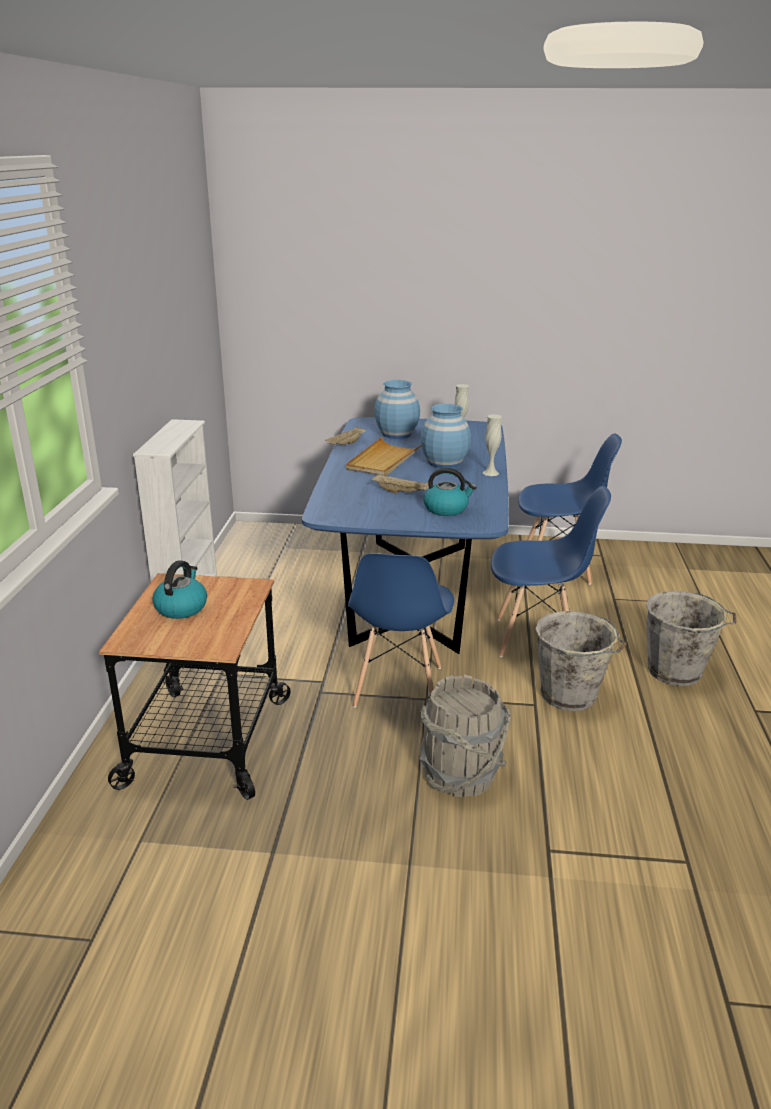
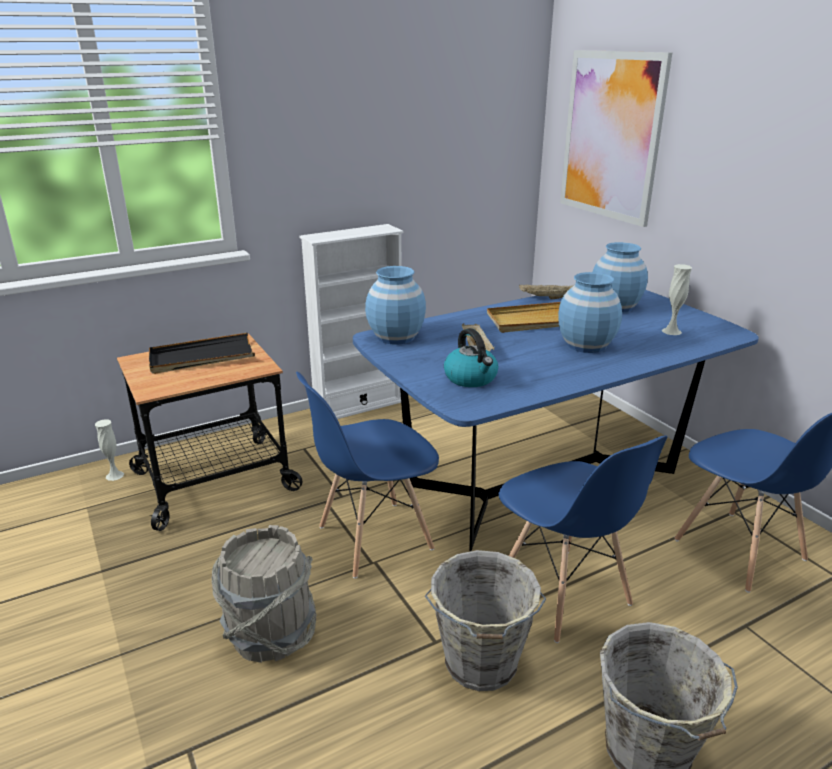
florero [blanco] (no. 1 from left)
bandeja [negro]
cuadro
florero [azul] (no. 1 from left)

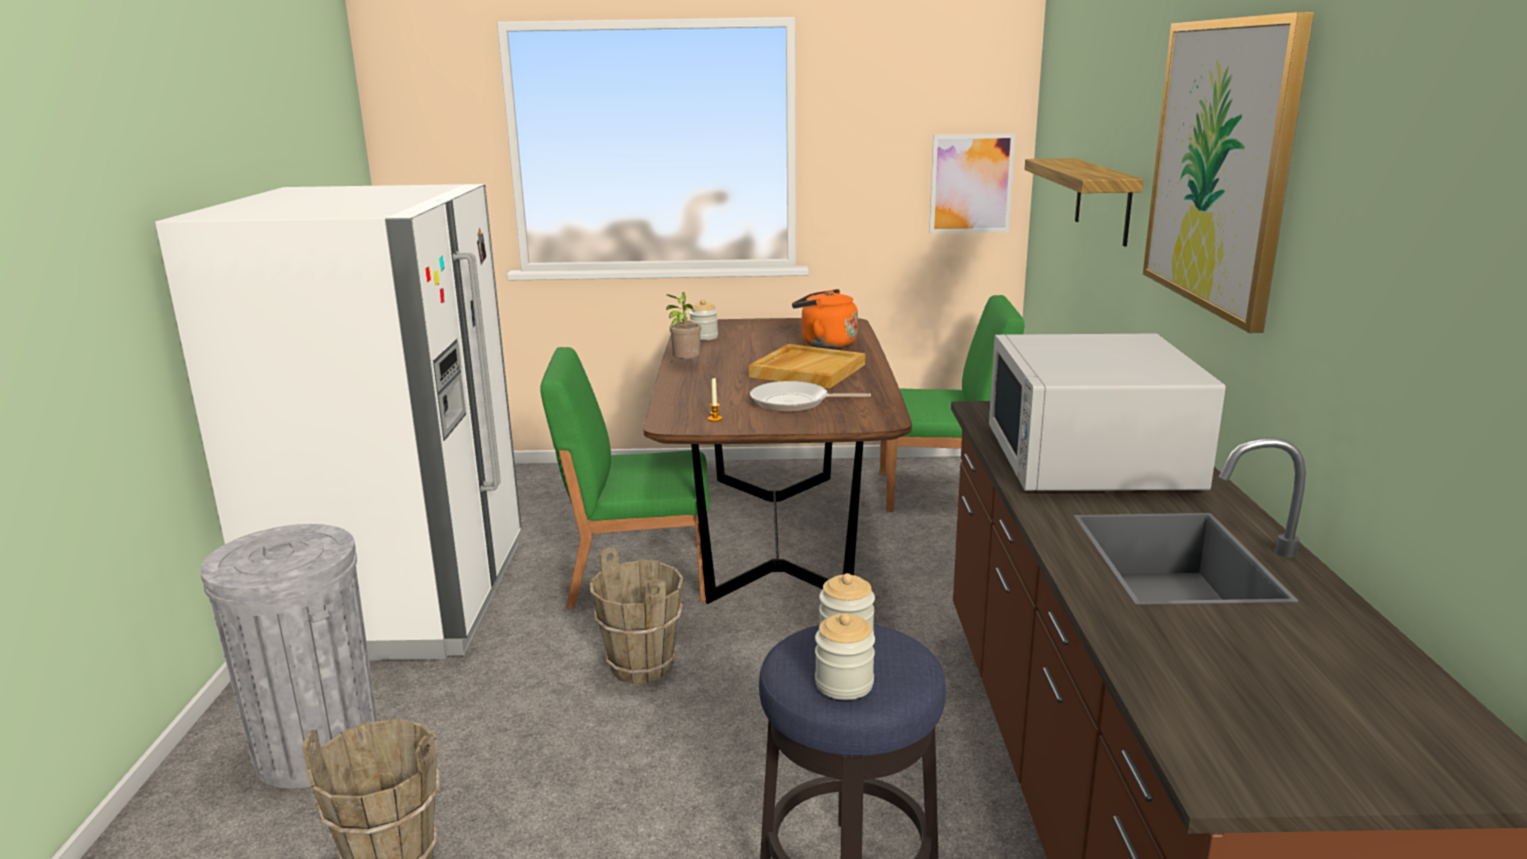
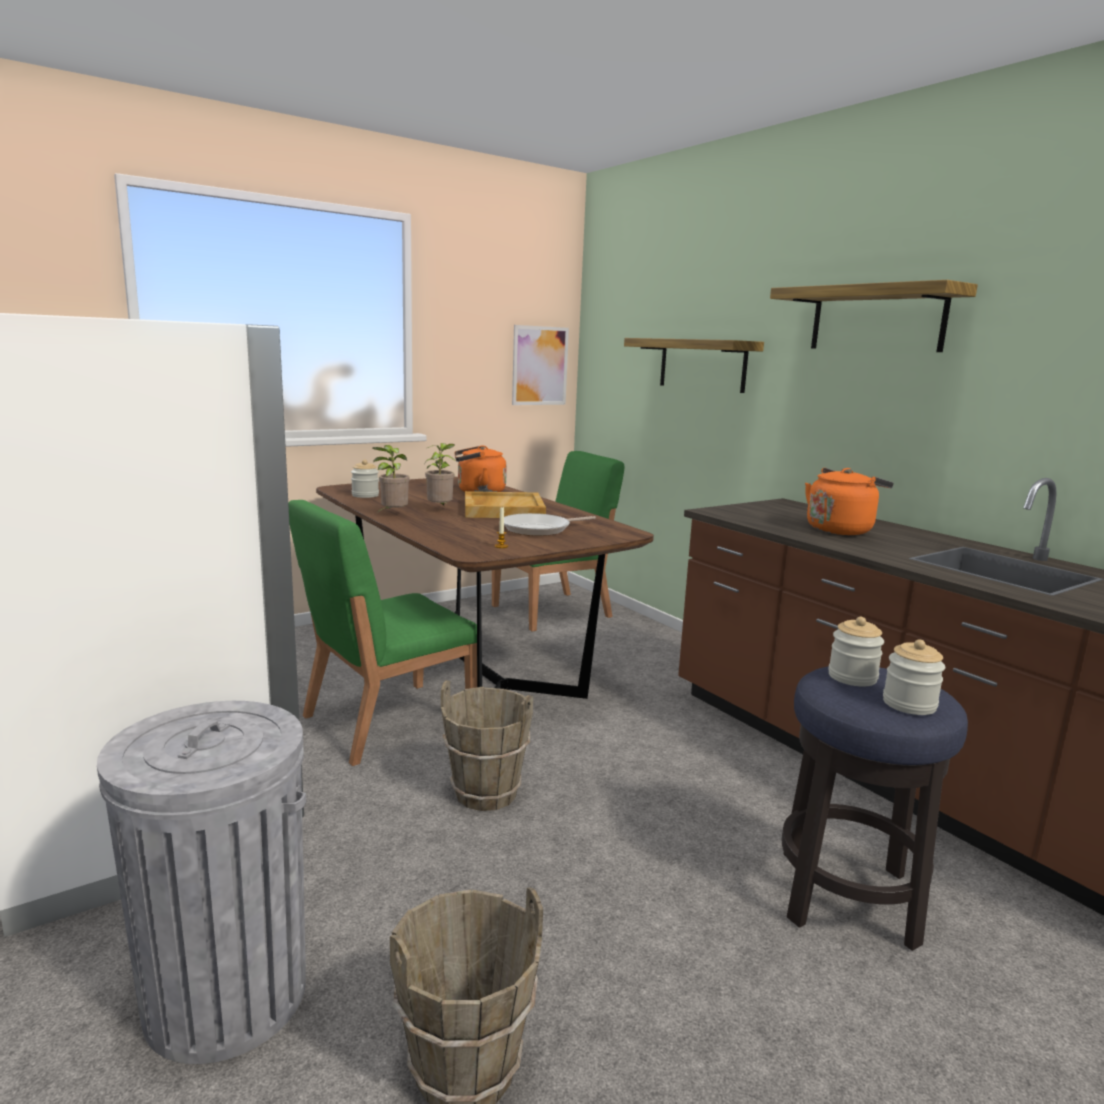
estante (no. 2 from left)
hervidor [naranja] (no. 2 from left)
planta en maceta (no. 2 from left)

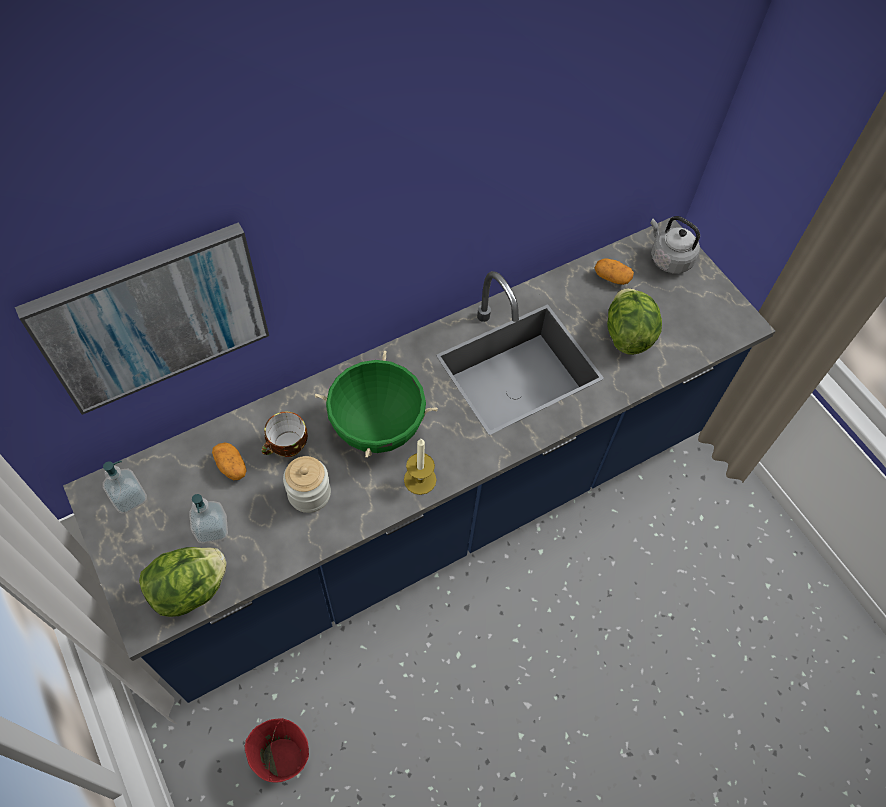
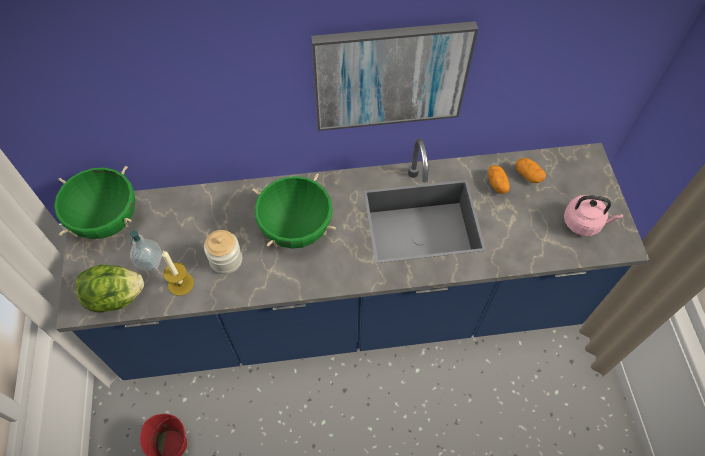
hervidor [gris]
cuadro
lechuga (no. 2 from left in the first image)
taza
vela
patata (no. 1 from left)
olla [verde] (no. 1 from left)
hervidor [rosa]

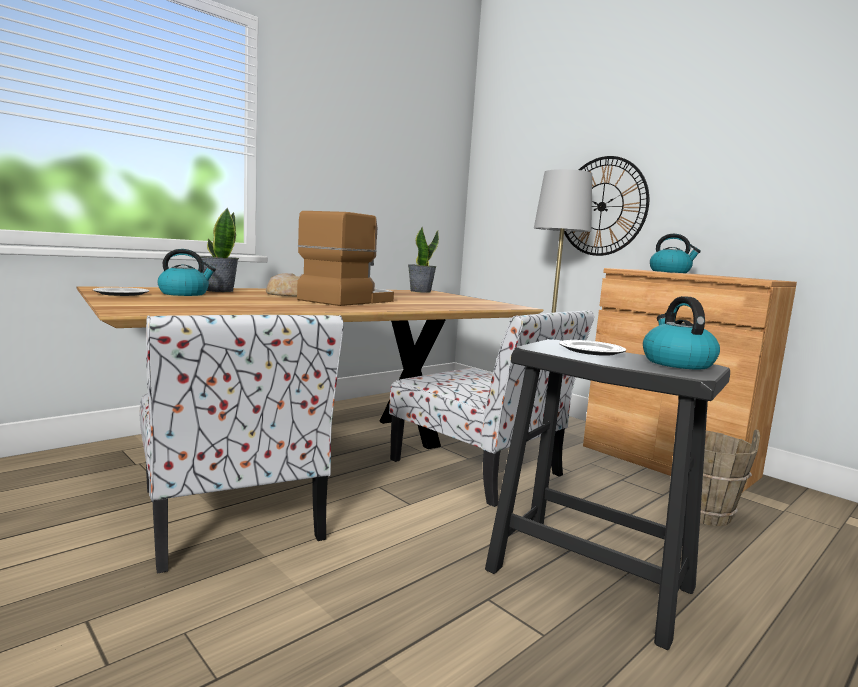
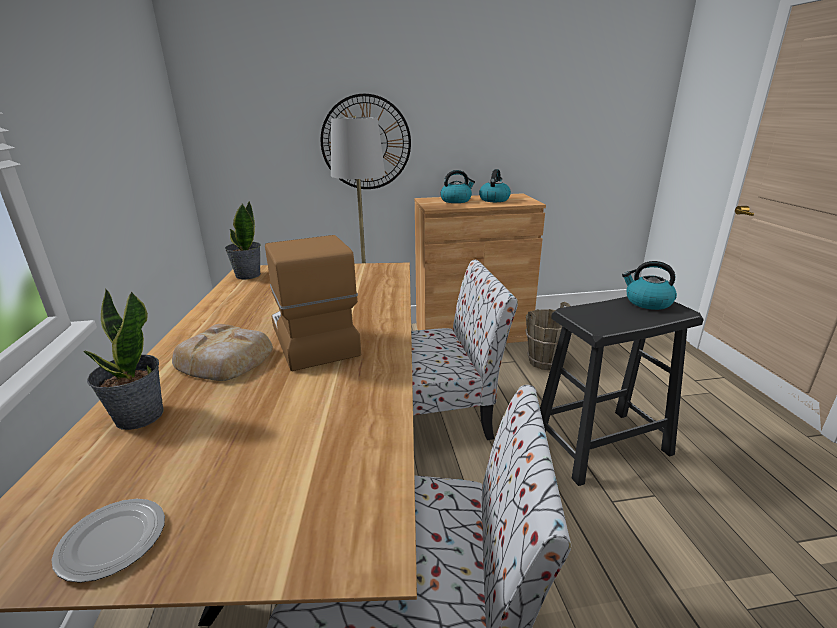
hervidor (no. 2 from left)
plato (no. 2 from left in the first image)

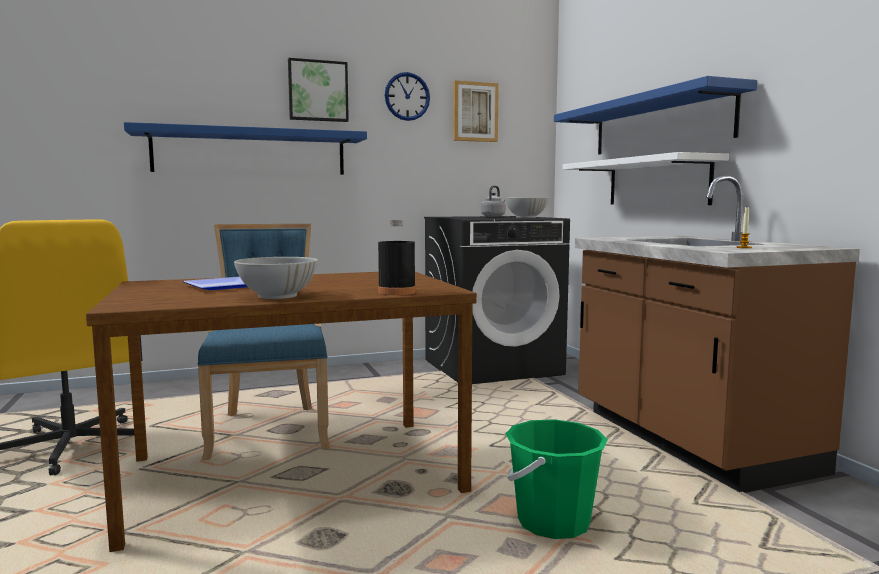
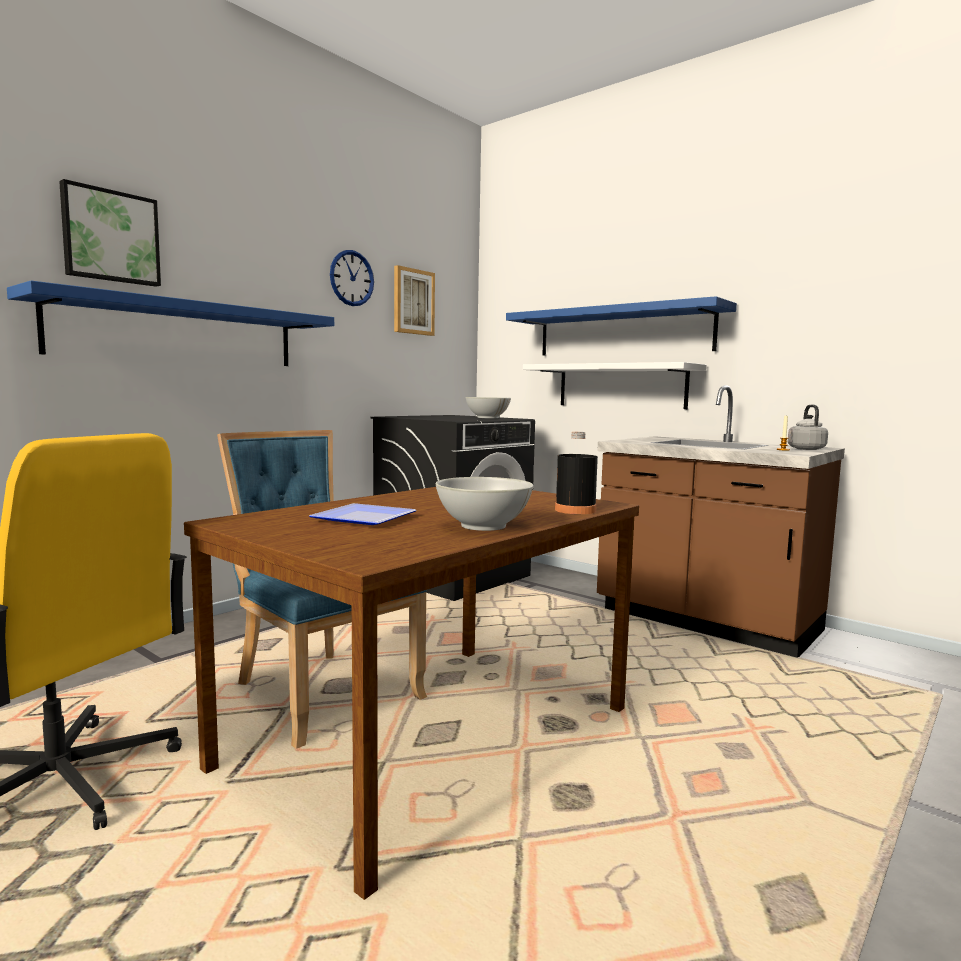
cuadro (no. 1 from left)
hervidor [gris]
cubo [verde]

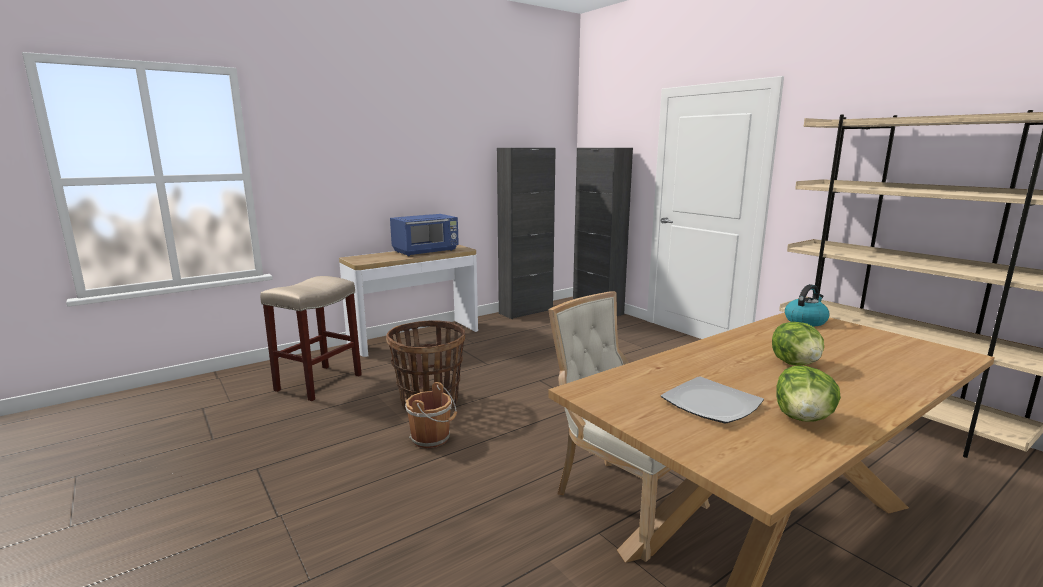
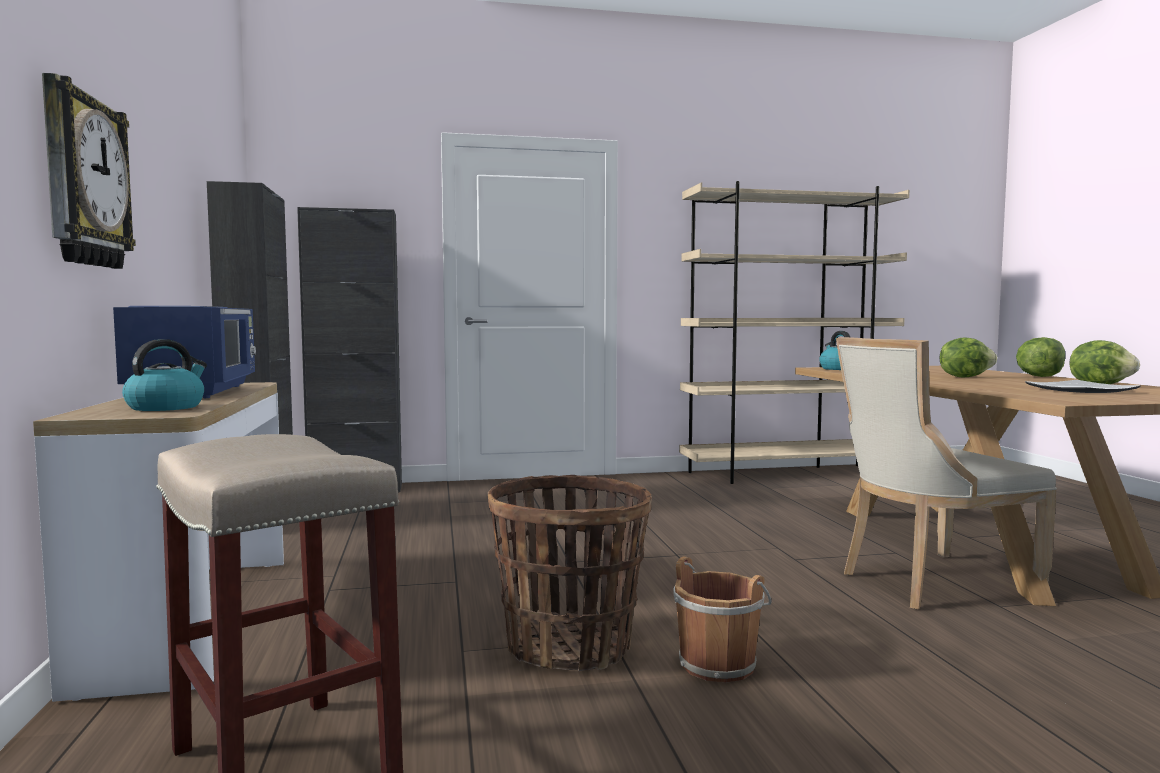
reloj de pared
lechuga (no. 2 from left)
hervidor (no. 1 from left)

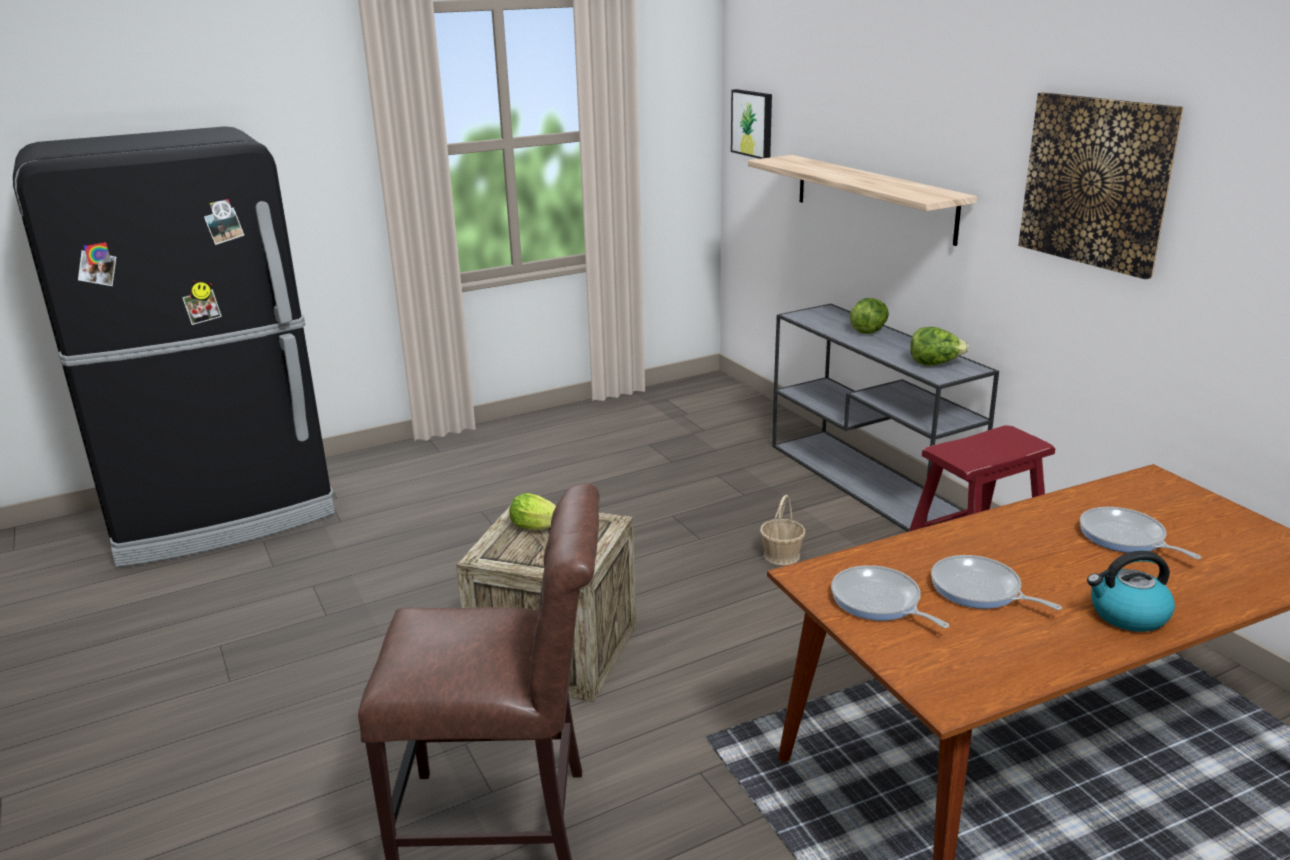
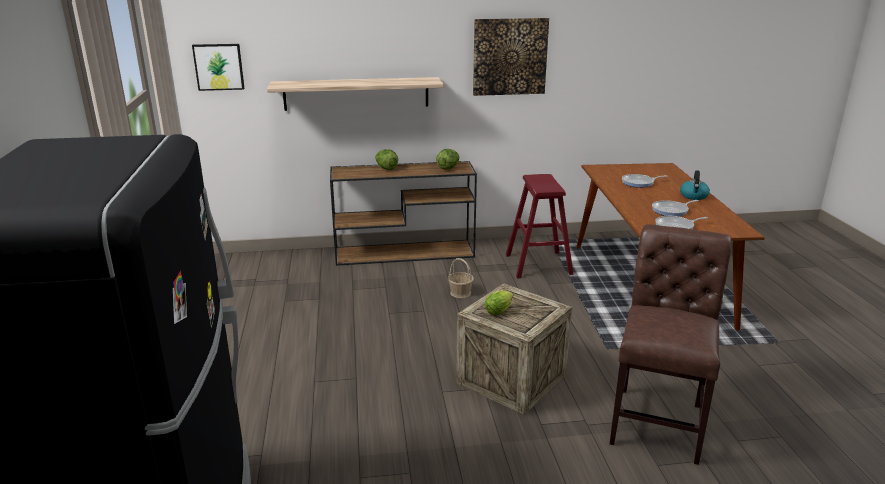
mesa consola [marrón]

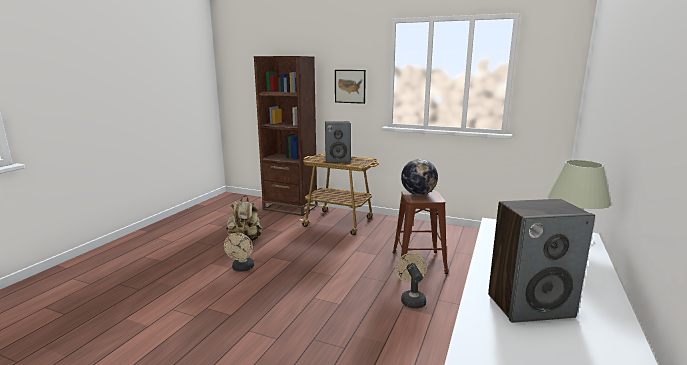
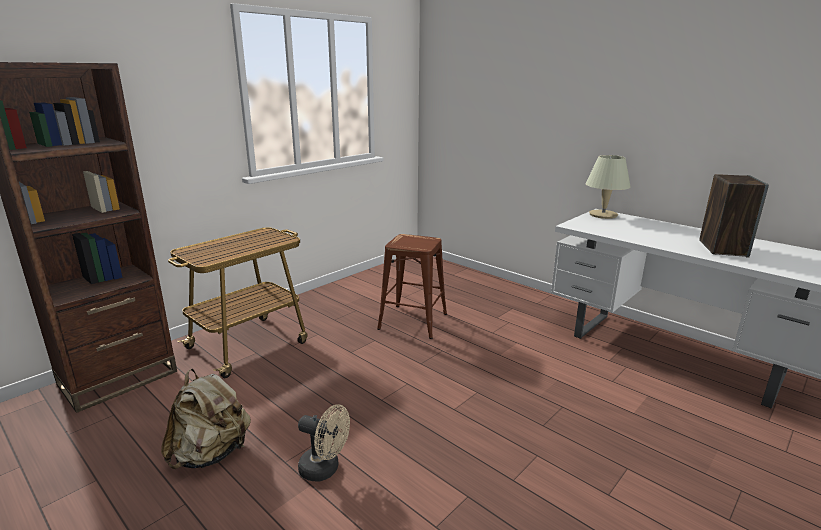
cuadro
altavoz (no. 1 from left in the first image)
globo terráqueo
ventilador [beis] (no. 2 from left in the first image)

